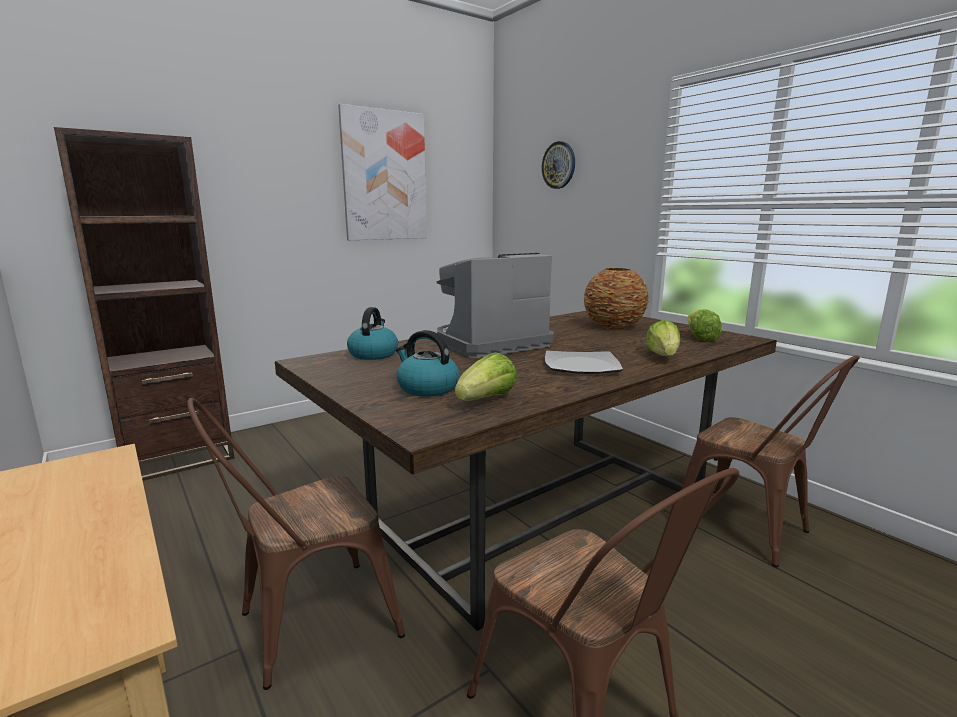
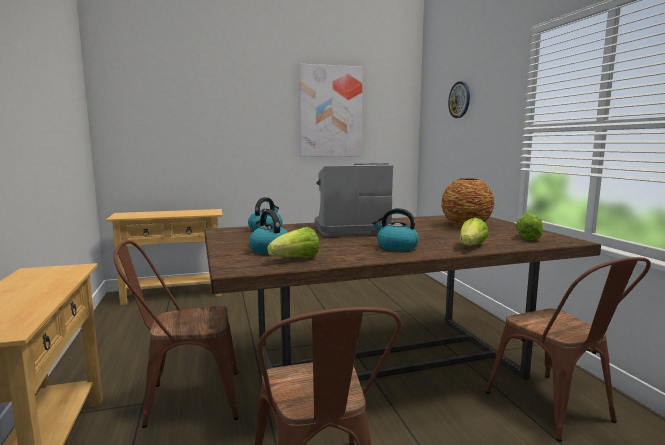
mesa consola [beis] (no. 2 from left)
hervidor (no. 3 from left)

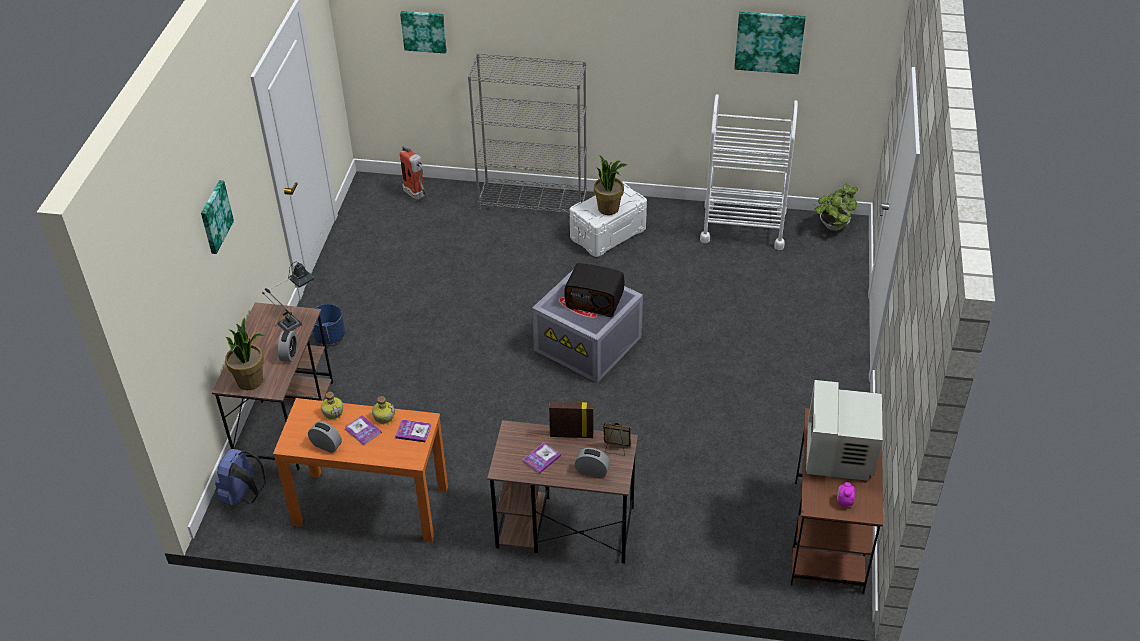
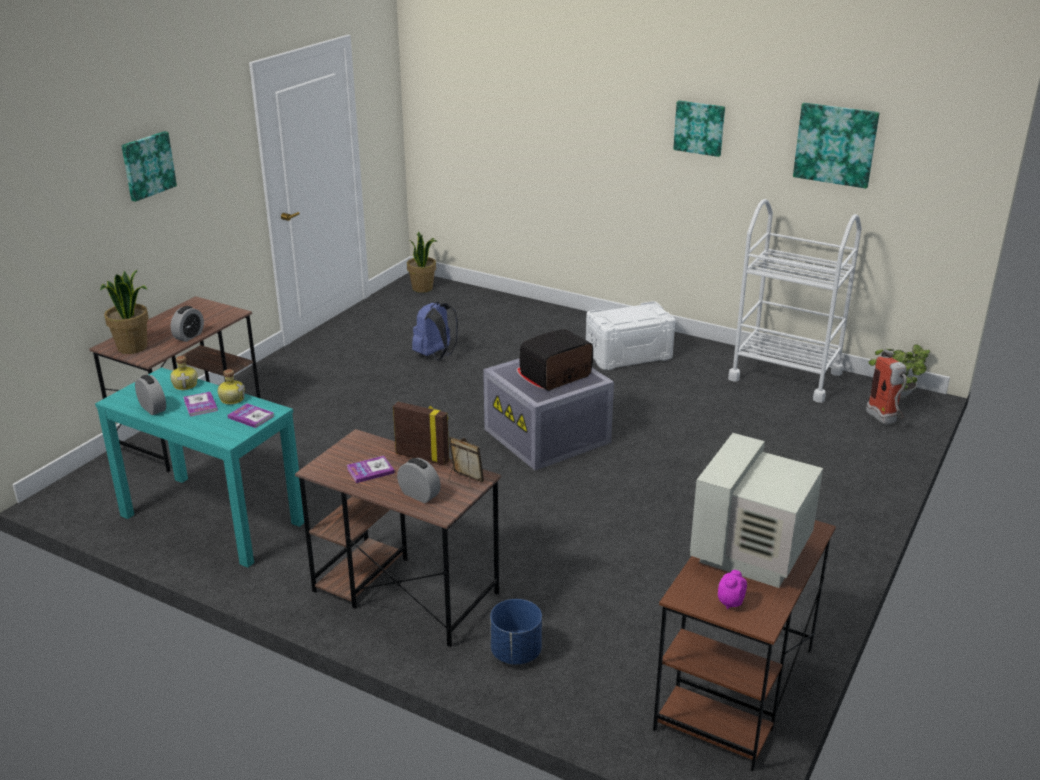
cuadro (no. 2 from left)
estantería [gris]
extintor
planta en maceta (no. 2 from left)
lámpara de mesa
radio
maceta [azul]
mesa consola [turquesa]
mochila [azul]

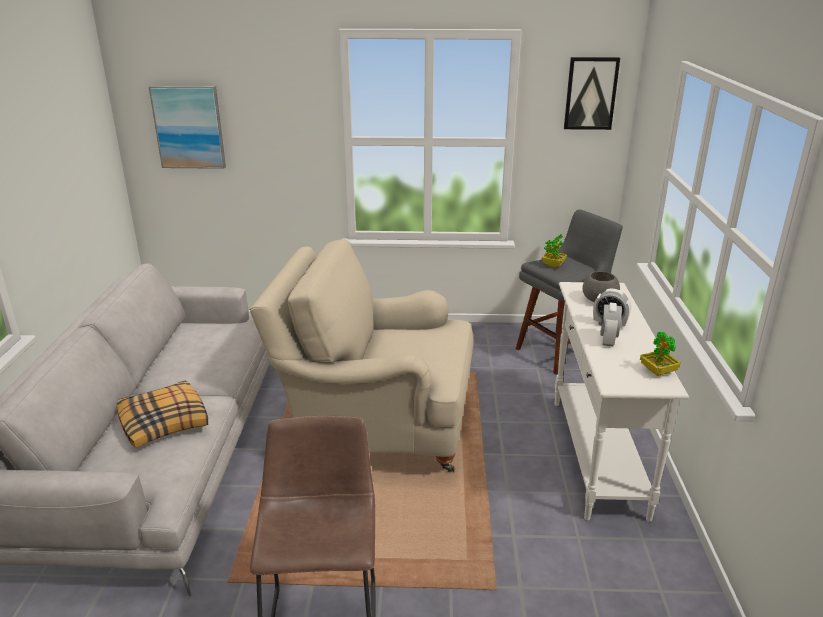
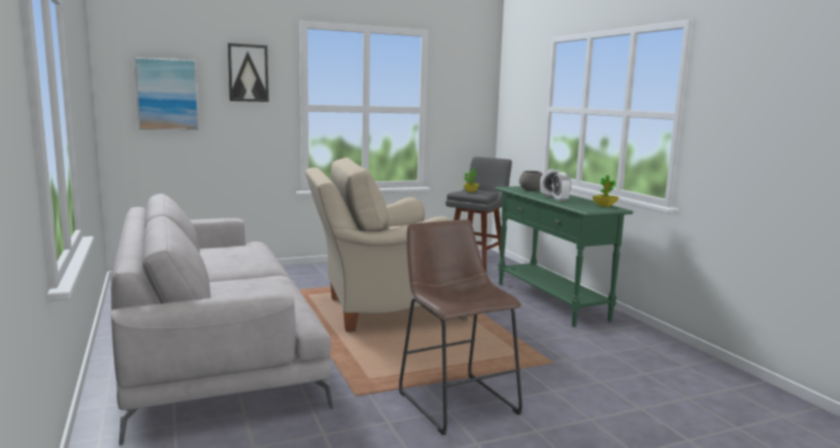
cuadro (no. 2 from left)
mesa consola [verde]
cojín

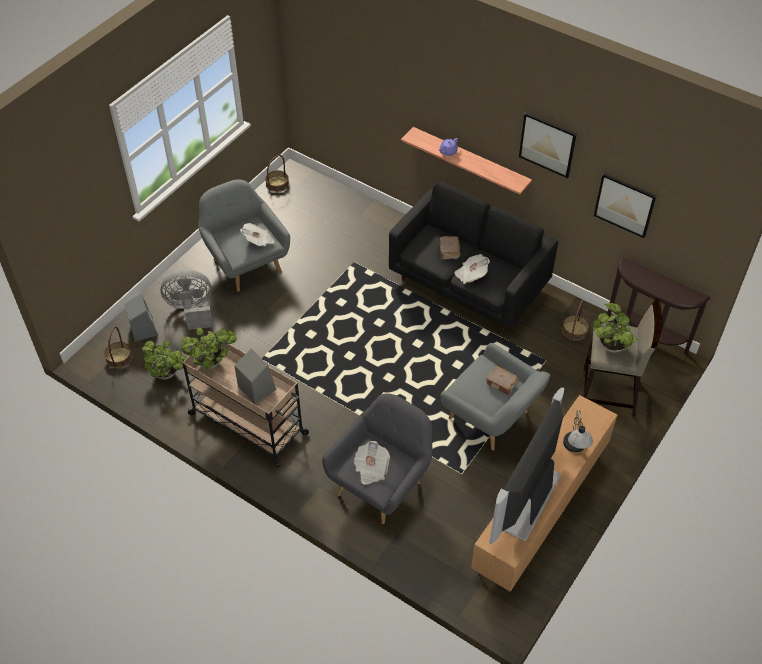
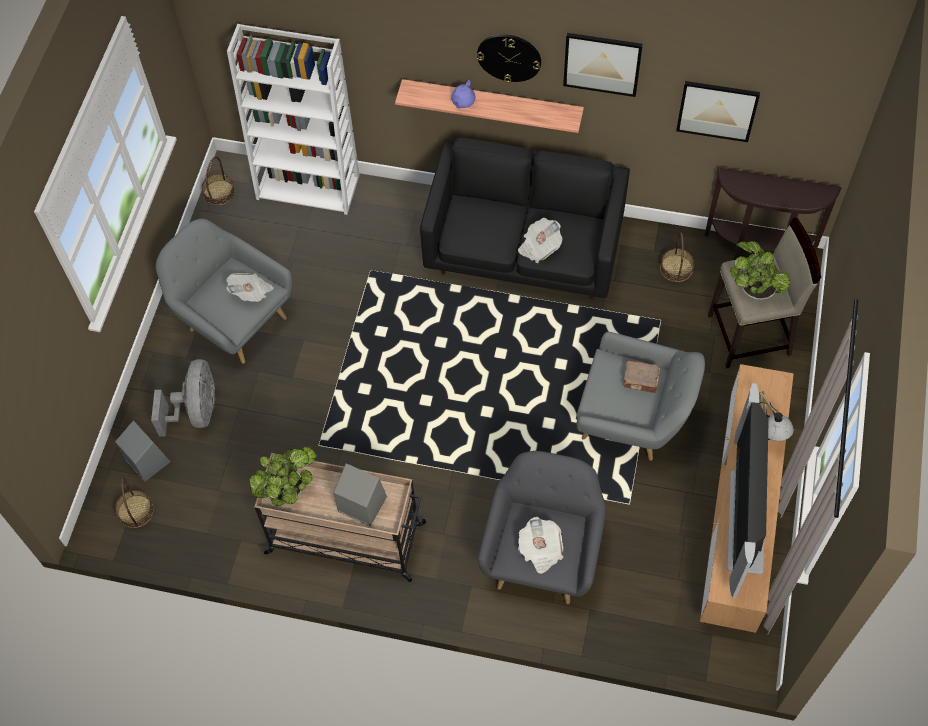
libro [marrón] (no. 1 from left in the first image)
ventilador [gris]
planta en maceta (no. 1 from left in the first image)
estantería [blanco]
reloj de pared

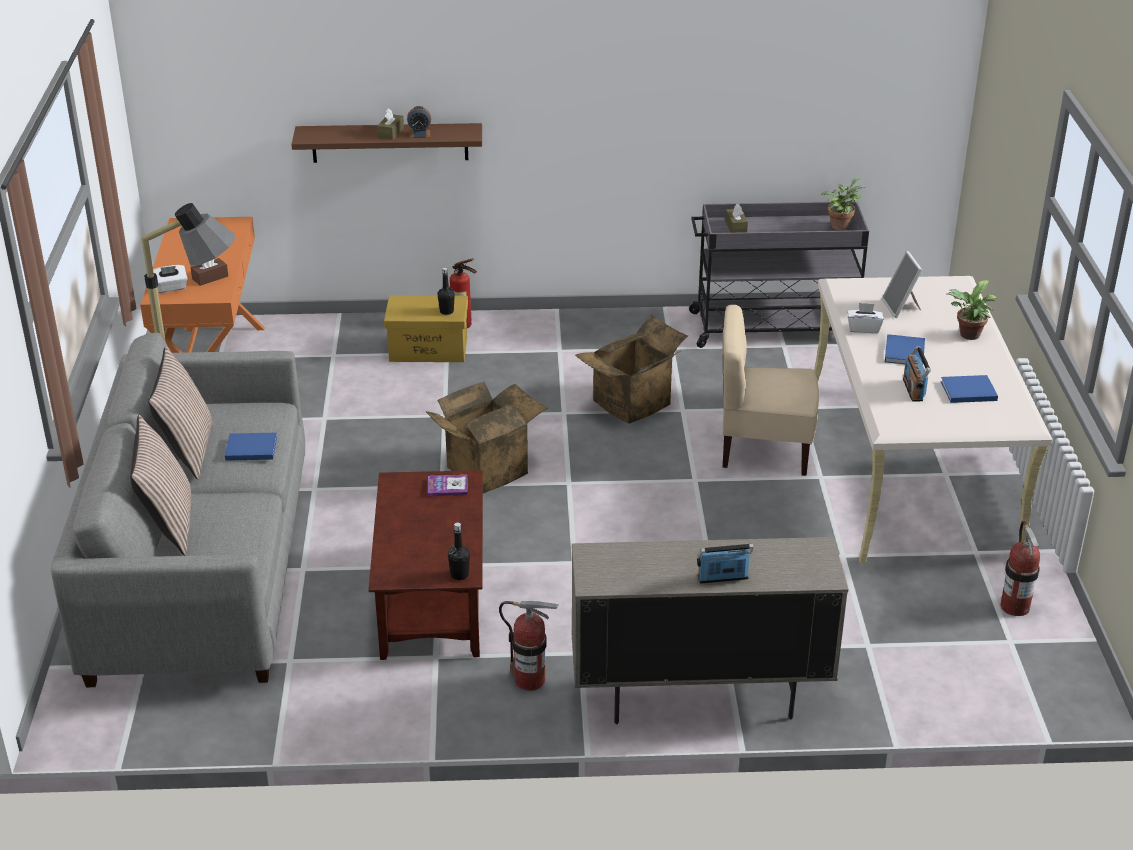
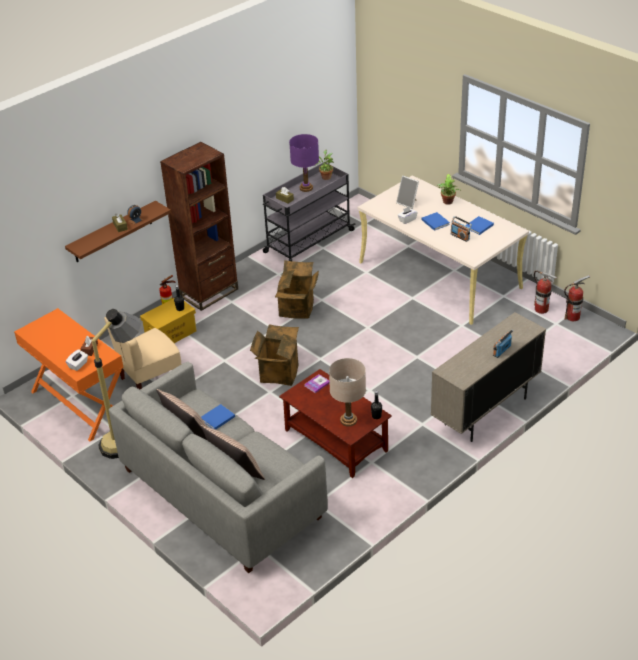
silla [beis]
extintor (no. 3 from left)
lámpara de mesa [morado]
estantería [marrón]
lámpara de mesa [beis]

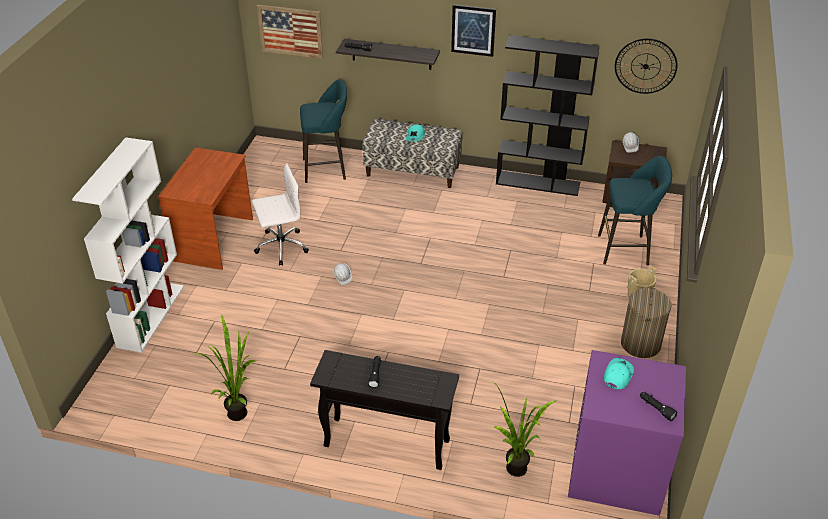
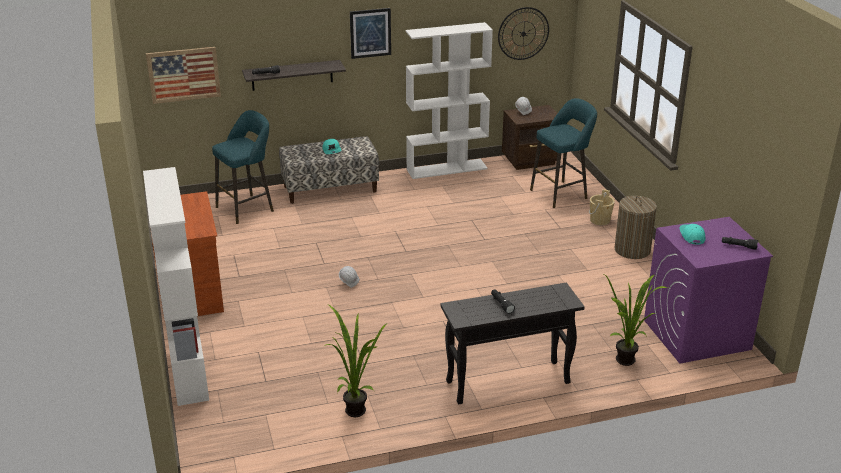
estantería [blanco] (no. 2 from left)
silla de oficina [blanco]

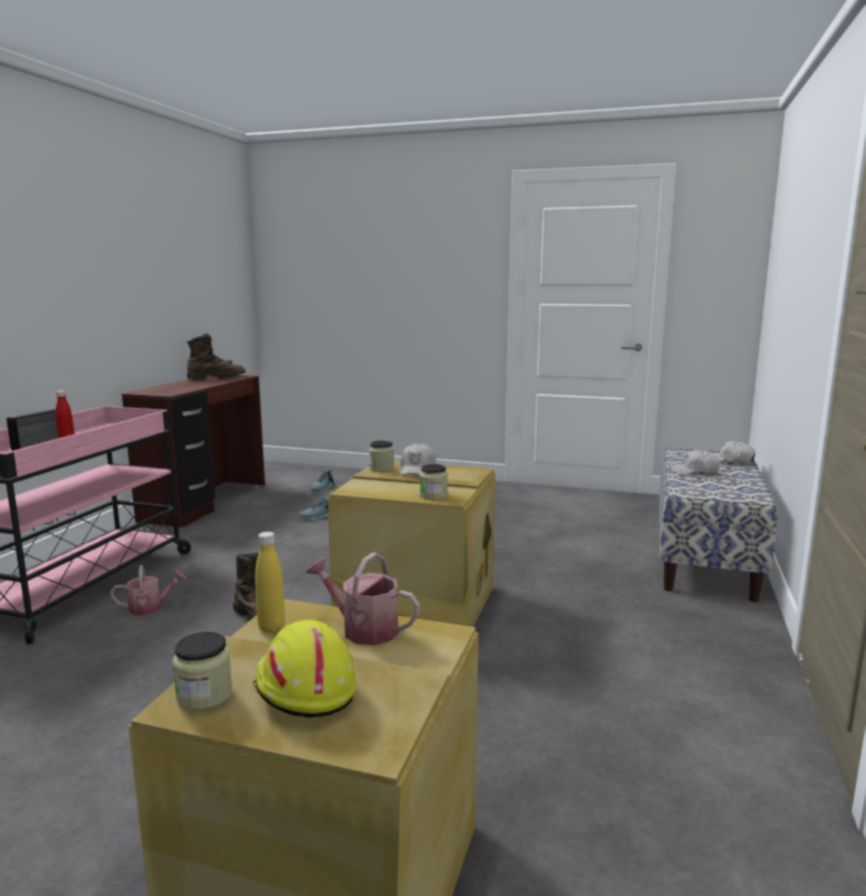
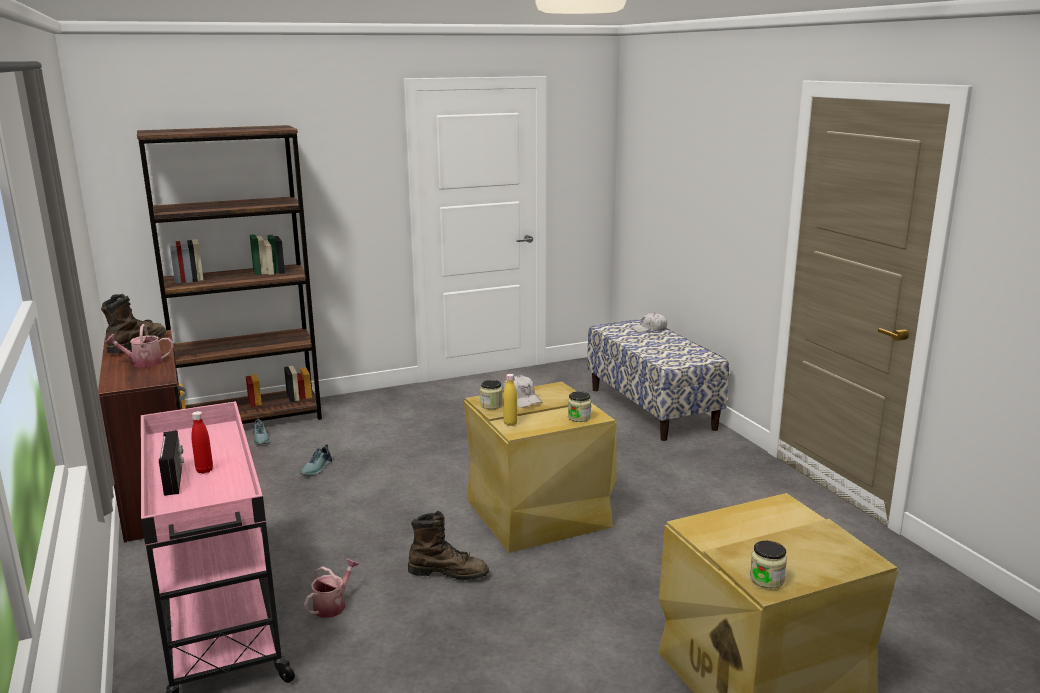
gorra [blanco] (no. 2 from left in the first image)
botella [amarillo]
regadera (no. 1 from left)
casco [amarillo]
estantería [marrón]

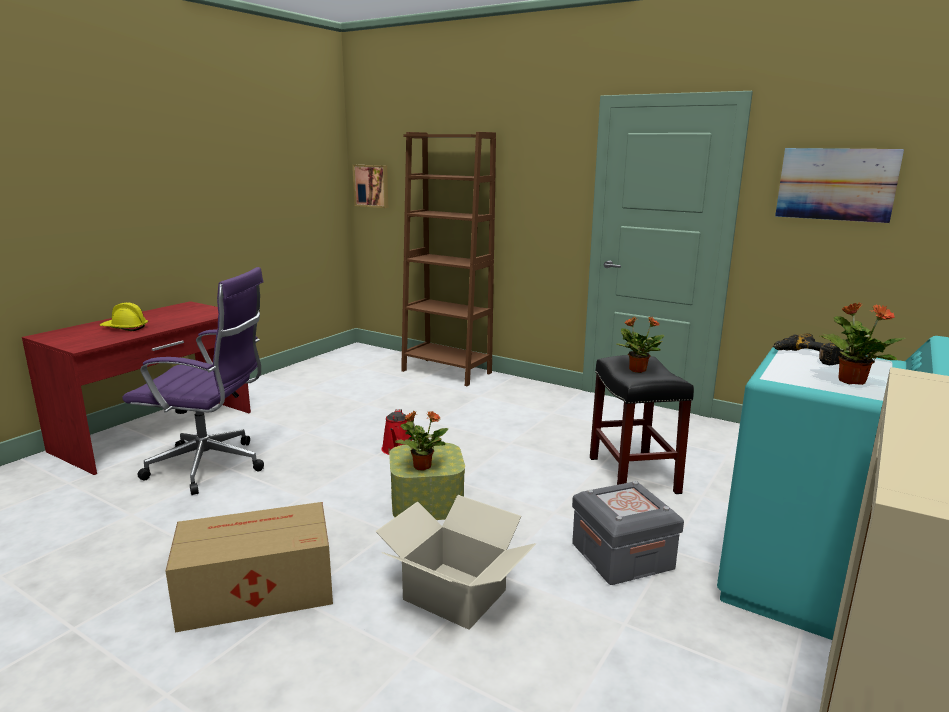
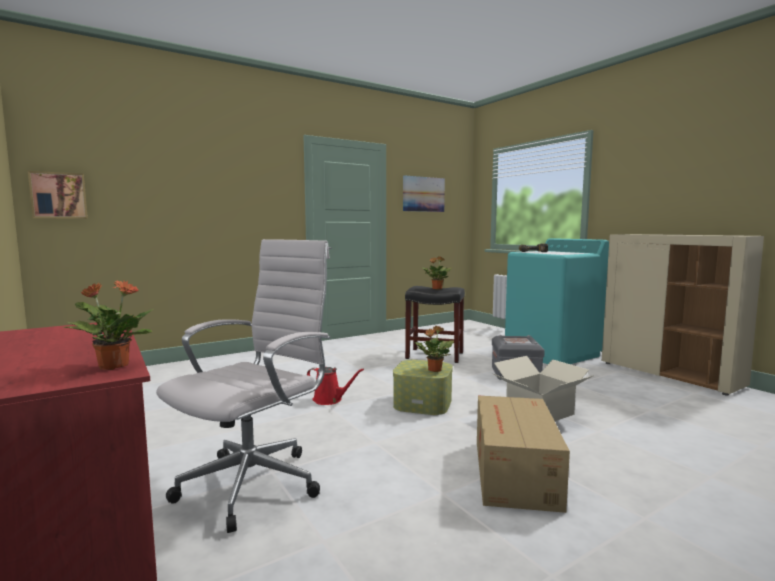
estantería [marrón]
silla de oficina [blanco]
casco [amarillo]
planta en maceta (no. 1 from left)

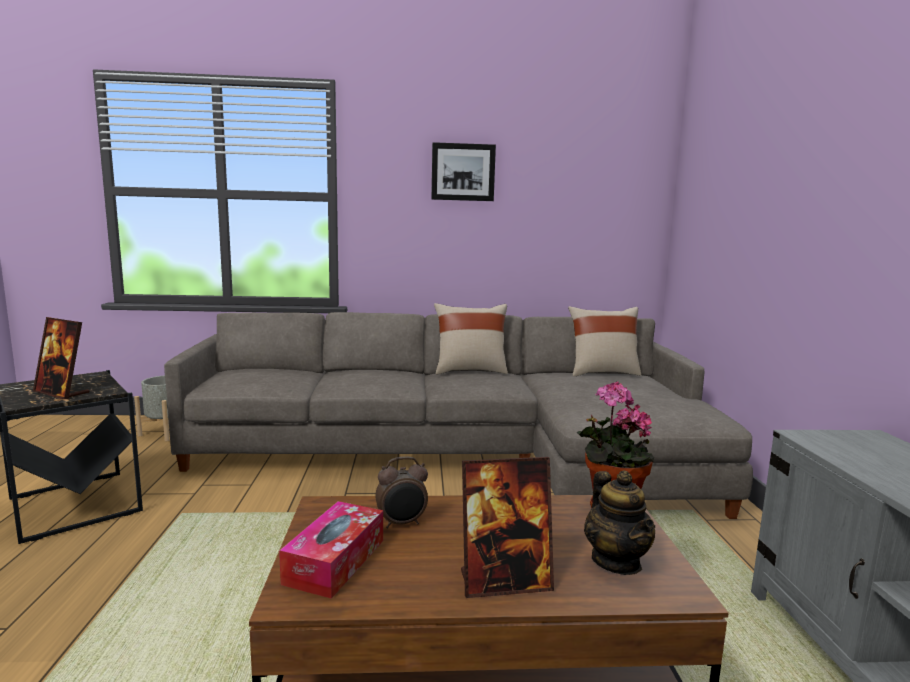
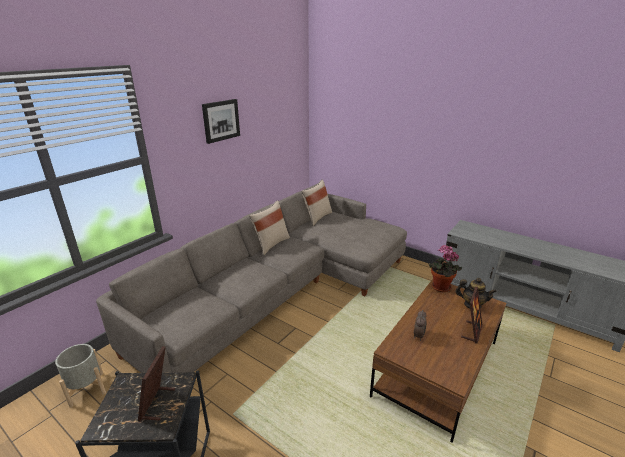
portarretratos (no. 1 from left)
caja de pañuelos

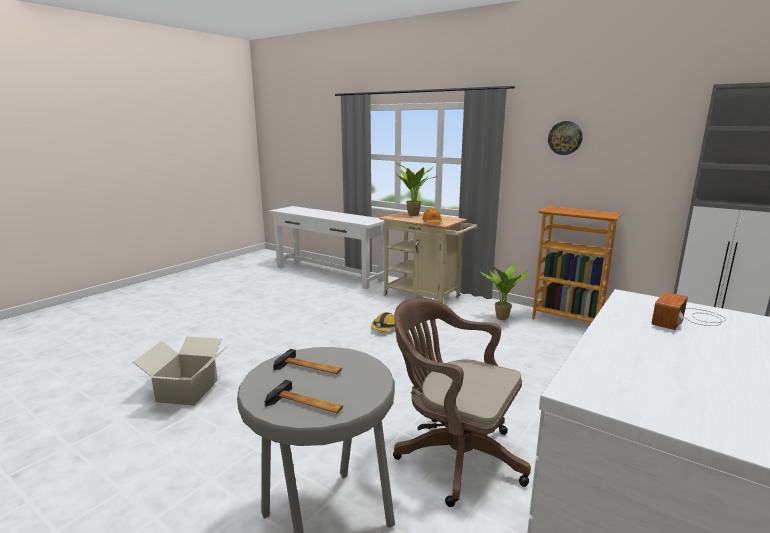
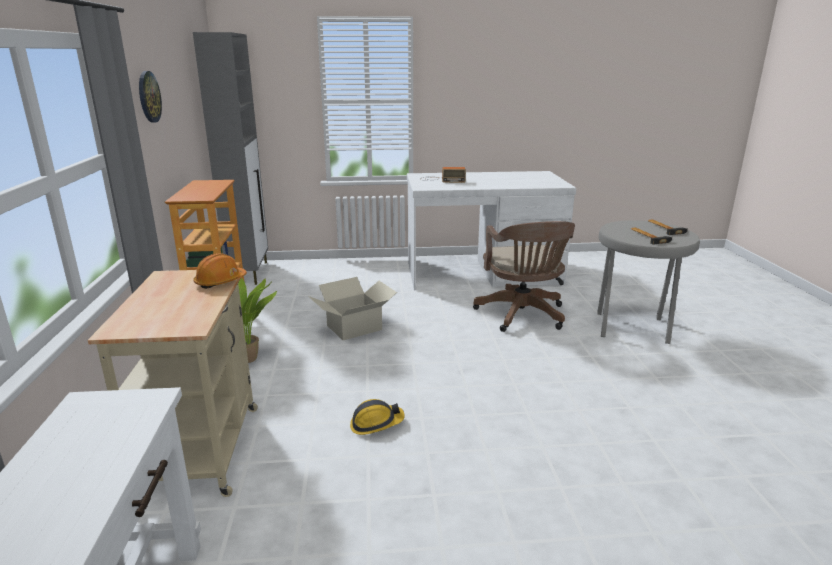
planta en maceta (no. 1 from left in the first image)
caja de cartón

